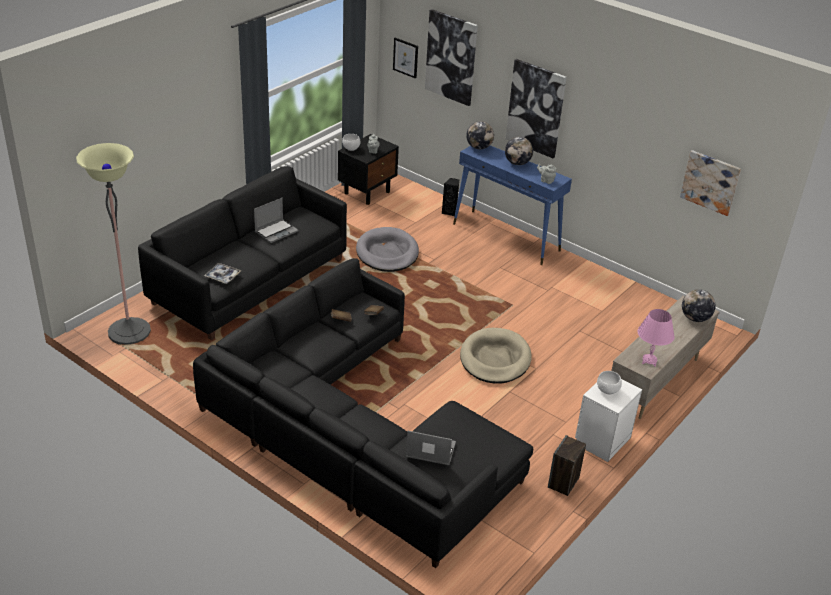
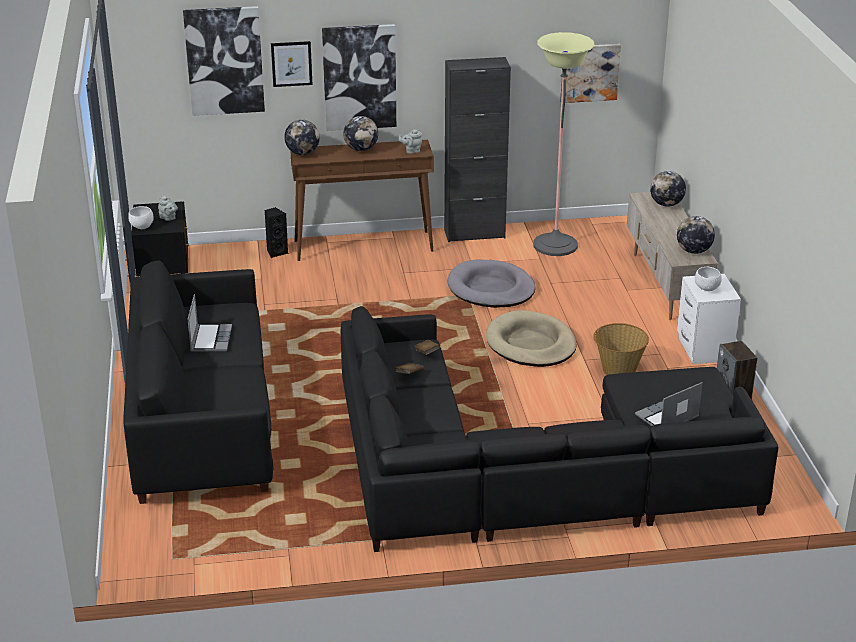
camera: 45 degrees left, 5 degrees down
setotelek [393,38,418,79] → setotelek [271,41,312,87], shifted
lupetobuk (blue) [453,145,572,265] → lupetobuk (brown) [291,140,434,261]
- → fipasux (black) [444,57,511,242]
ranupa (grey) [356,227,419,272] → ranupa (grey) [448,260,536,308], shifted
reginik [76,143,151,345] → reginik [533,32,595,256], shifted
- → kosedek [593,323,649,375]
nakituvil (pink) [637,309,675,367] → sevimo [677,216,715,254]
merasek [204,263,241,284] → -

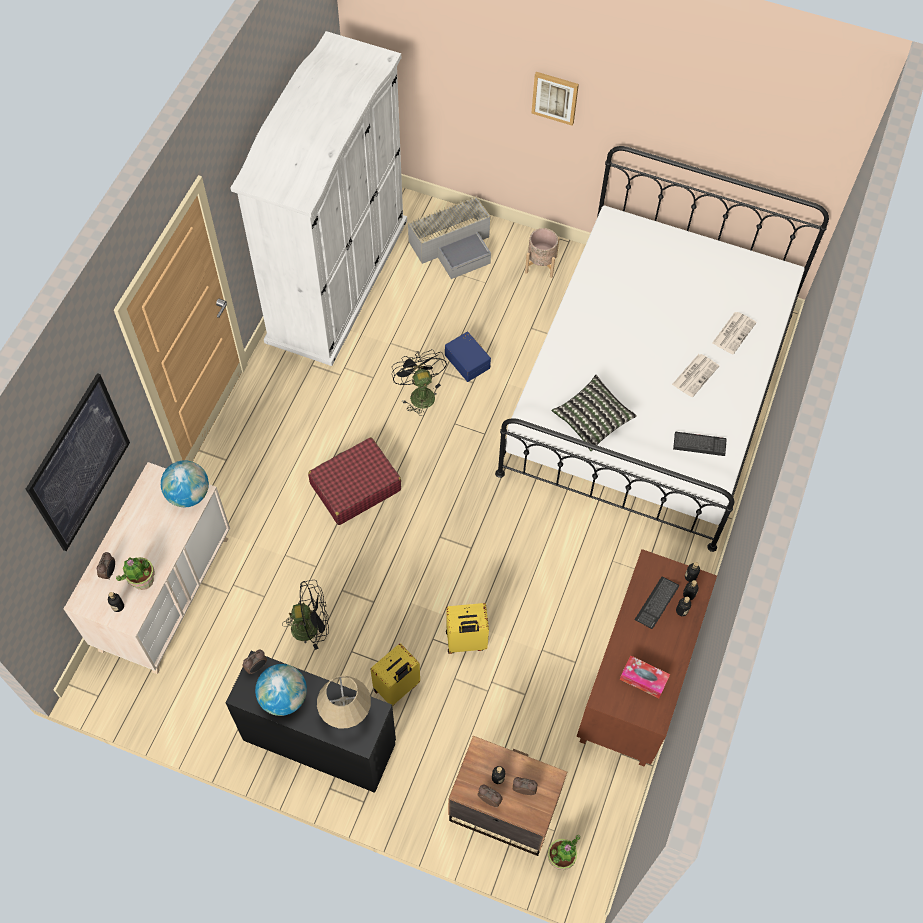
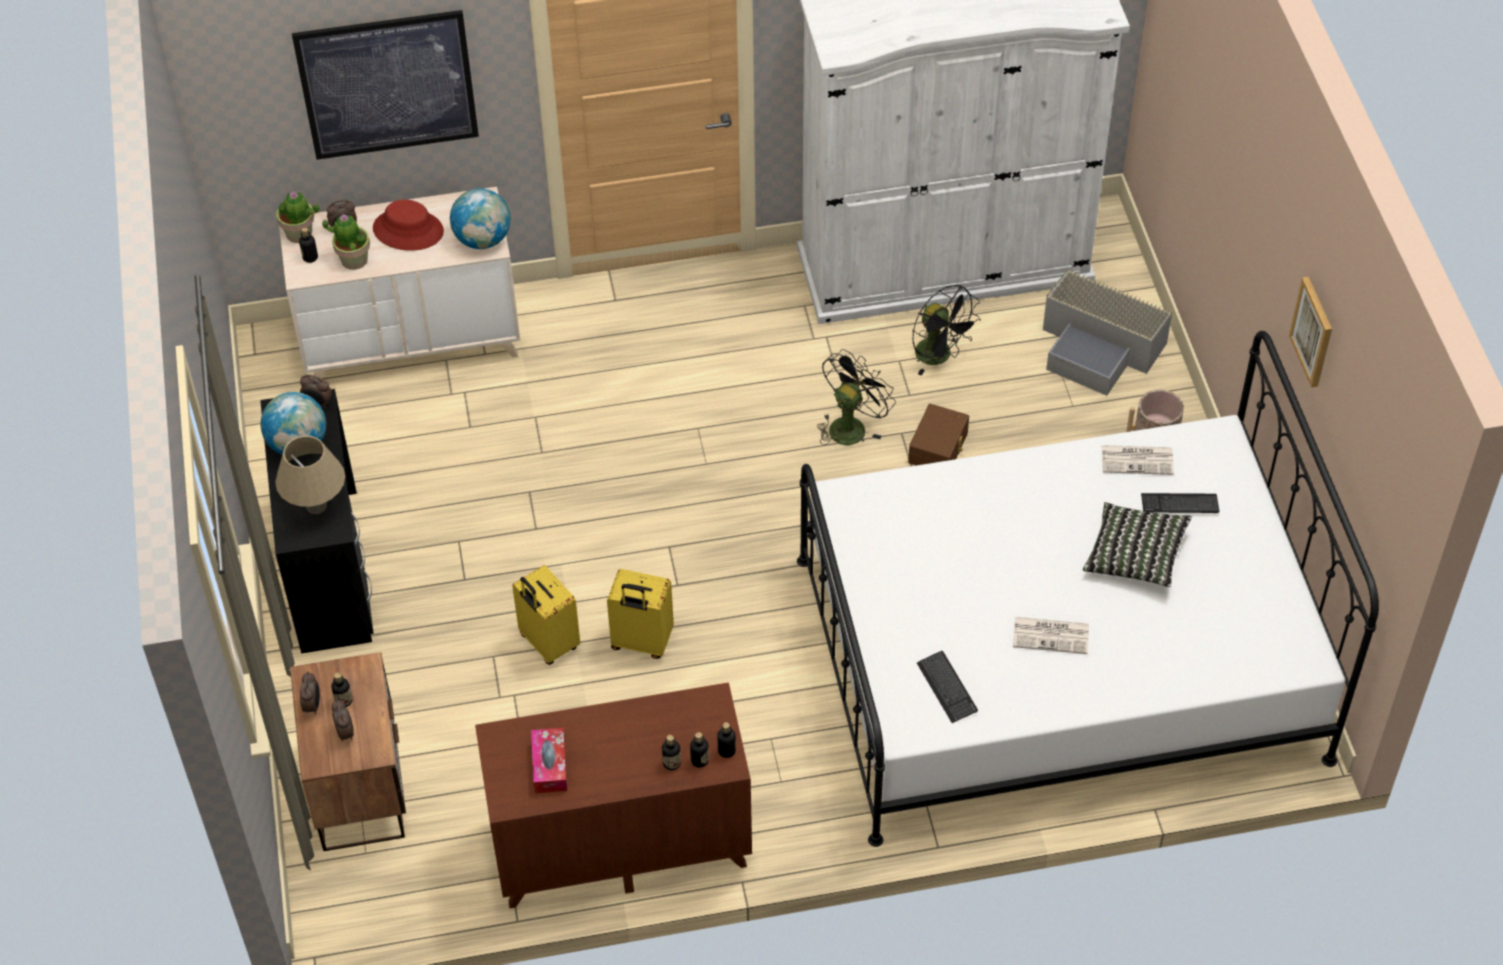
camera: 60 degrees right, 10 degrees down
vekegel [547,835,580,870] → vekegel [276,191,319,243], shifted
- → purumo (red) [373,199,444,251]
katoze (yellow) [370,643,420,707] → katoze (yellow) [607,569,674,659], shifted
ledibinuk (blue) [445,332,491,382] → ledibinuk (brown) [908,404,969,466]
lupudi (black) [282,580,329,650] → lupudi (black) [913,285,981,376], shifted
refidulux [551,375,637,451] → refidulux [1083,502,1192,587], shifted
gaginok [712,312,756,354] → gaginok [1102,445,1174,475], shifted
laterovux [634,577,679,629] → laterovux [1141,493,1219,514], shifted
setotelek [531,72,579,126] → setotelek [1289,277,1332,387], shifted
katoze (red) [308,437,401,525] → -

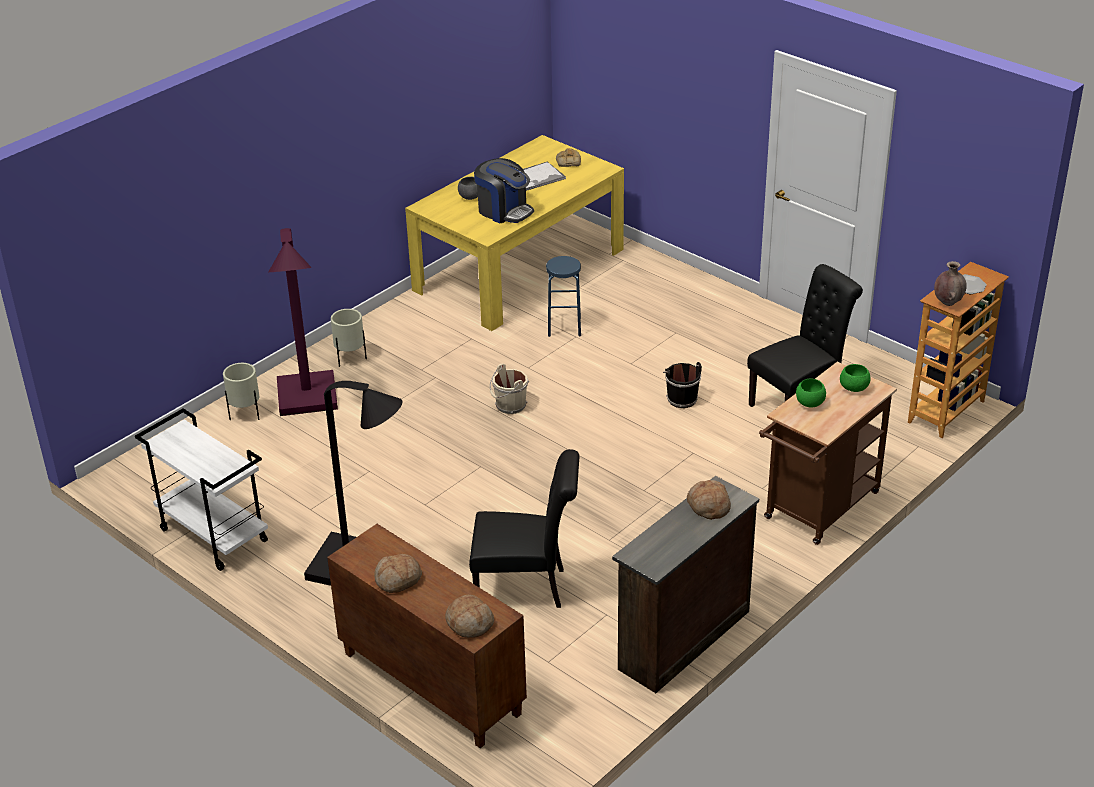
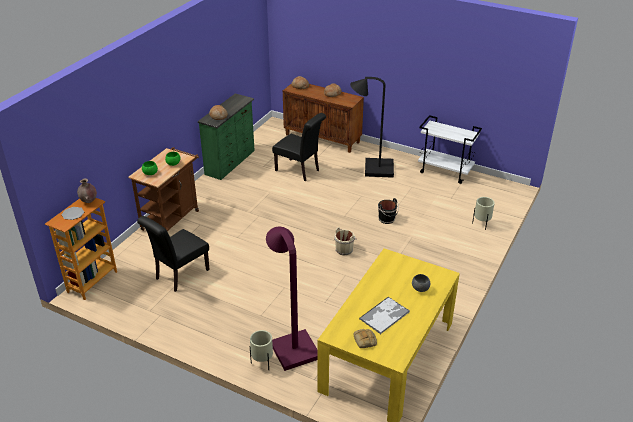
camera: 165 degrees right, 0 degrees up
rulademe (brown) [612,476,759,693] → rulademe (green) [198,93,255,180]
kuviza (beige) [331,309,367,367] → kuviza (beige) [250,330,273,370], shifted
reginik (purple) [268,228,338,416] → reginik (purple) [266,227,317,371], shifted
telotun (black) [469,449,579,608] → telotun (black) [272,113,326,182], 135 degrees counterclockwise
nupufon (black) [663,362,702,408] → nupufon (black) [378,198,399,224], shifted
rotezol [474,158,534,223] → -
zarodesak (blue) [546,256,581,337] → -

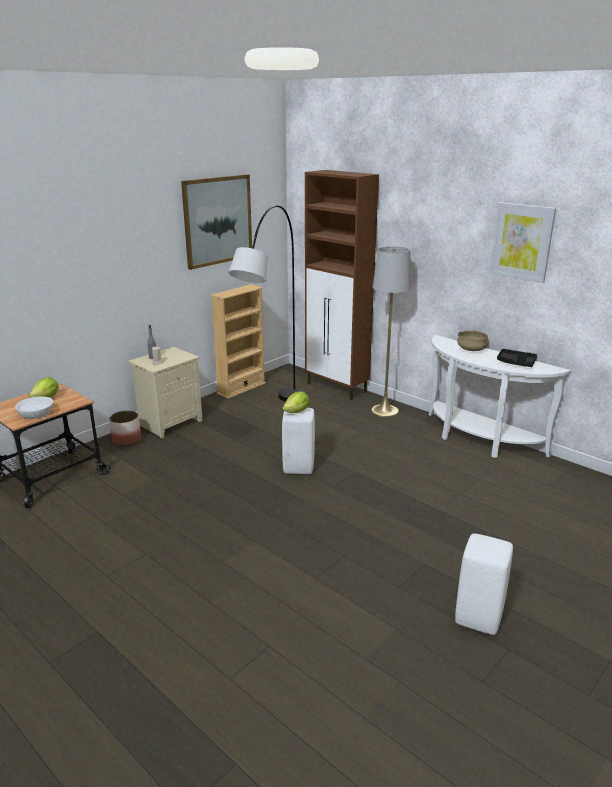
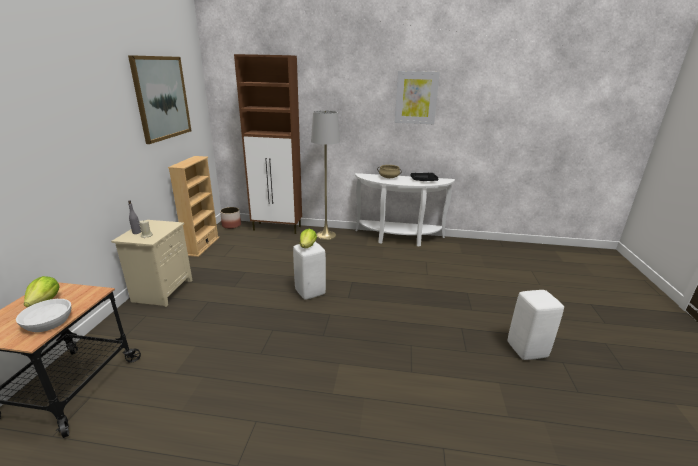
camera: 35 degrees left, 0 degrees up
kuviza [109,410,141,446] → kuviza [220,207,241,229], shifted
reginik (grey) [228,205,305,401] → -

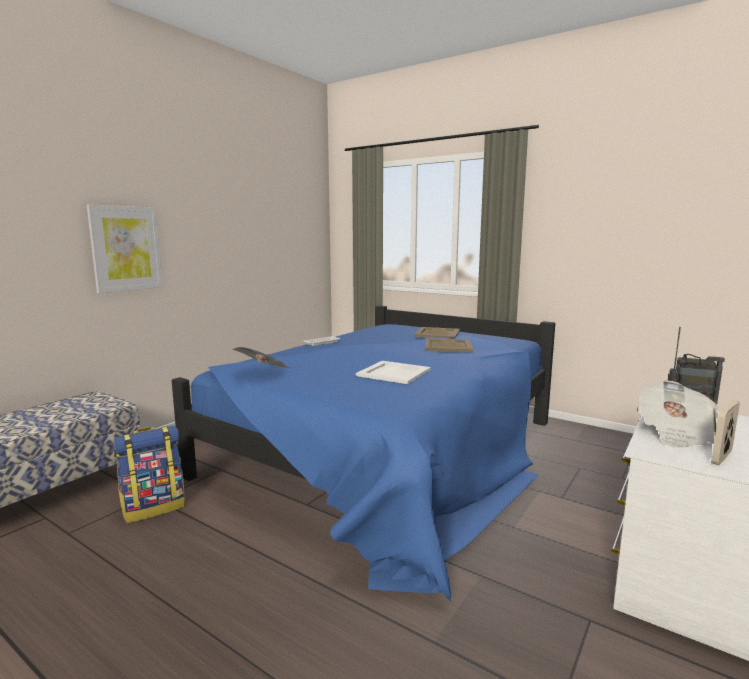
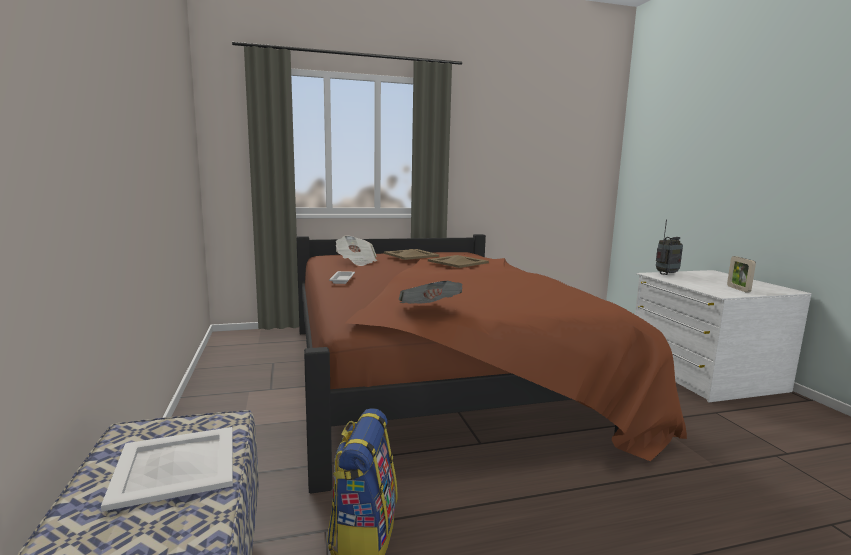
camera: 50 degrees left, 0 degrees up
merasek (white) [356,361,431,384] → merasek (white) [101,427,233,512], shifted
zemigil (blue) [172,305,555,602] → zemigil (brown) [296,234,687,494]
gaginok [636,380,718,448] → gaginok [336,235,377,266], shifted
setotelek [87,204,163,293] → -

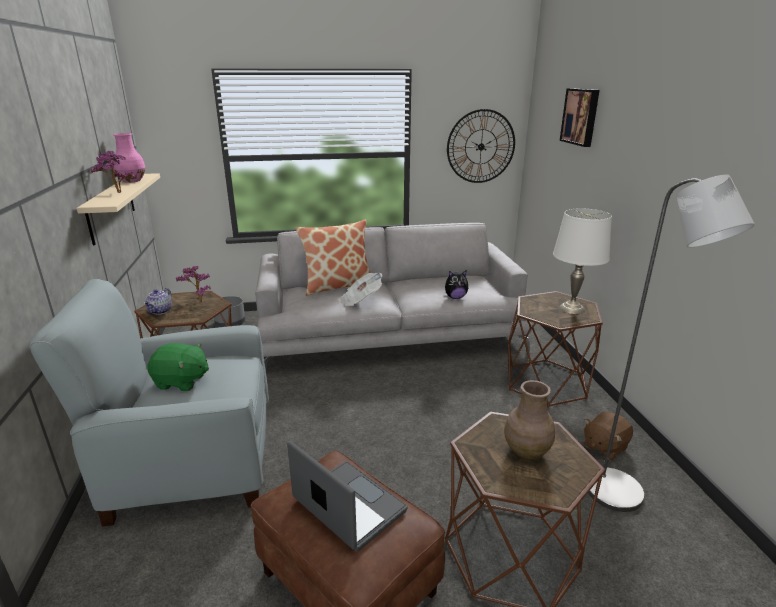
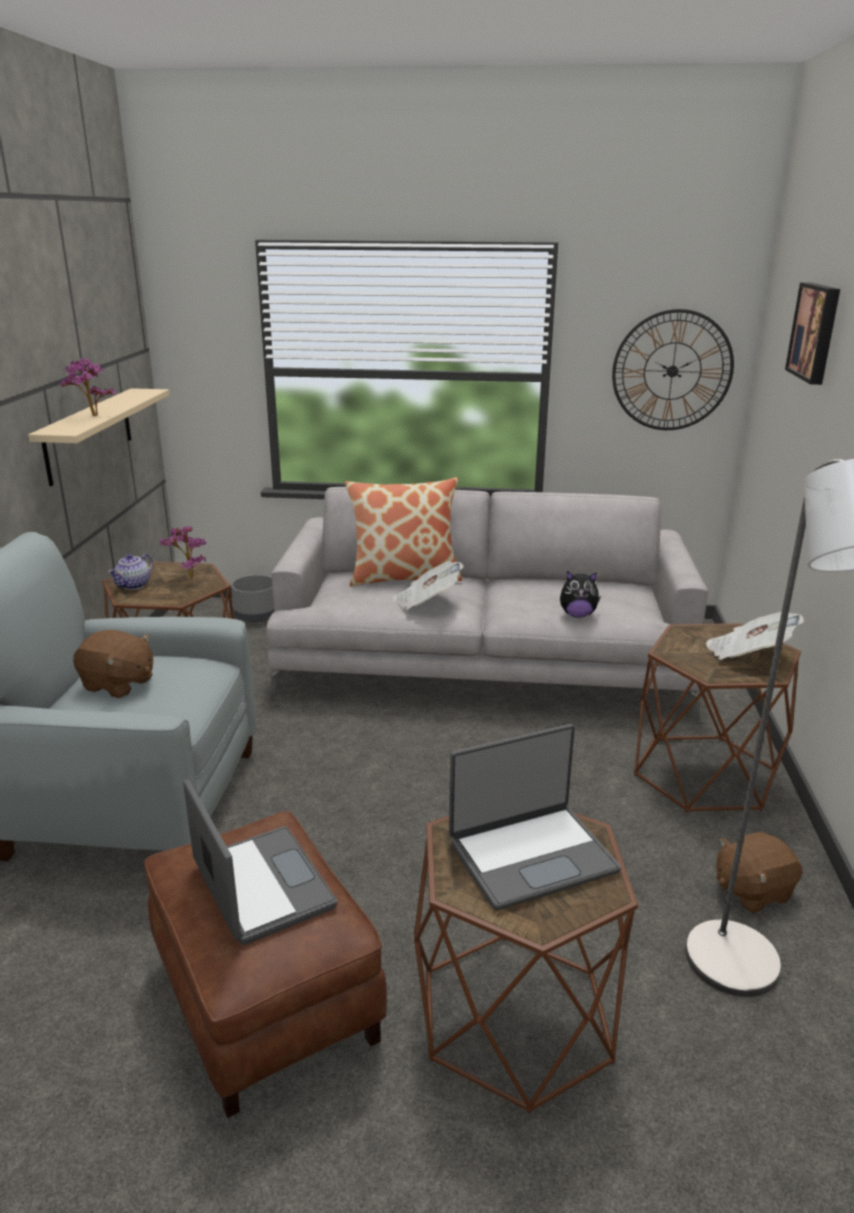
camera: 15 degrees right, 0 degrees up
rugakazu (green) [147,343,209,391] → rugakazu (brown) [73,630,153,698]
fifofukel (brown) [504,380,555,460] → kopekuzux [449,724,621,911]
nakituvil (white) [553,208,612,314] → gaginok [706,612,804,660]
fifofukel (pink) [113,133,145,183] → -

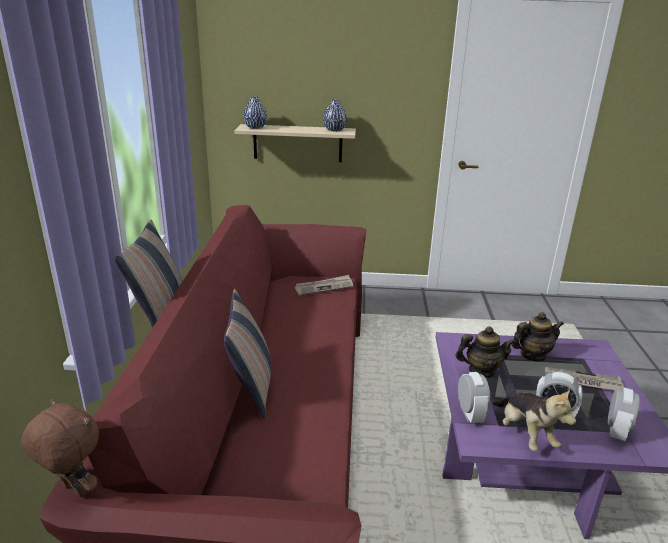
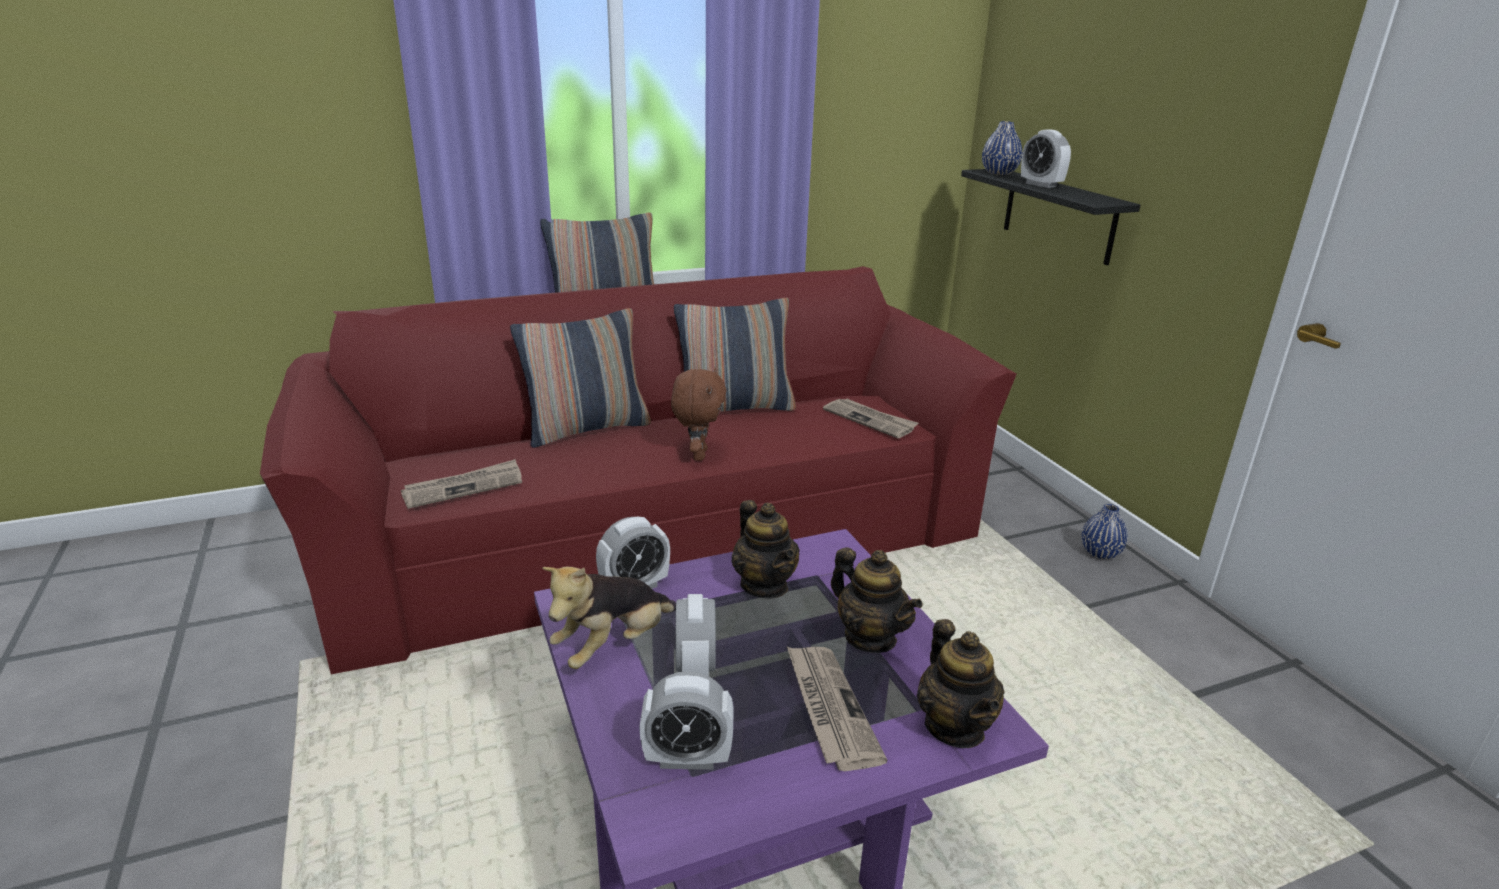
camera: 65 degrees right, 0 degrees up
- → gaginok [401,459,522,509]
rugakazu (brown) [21,399,99,497] → rugakazu (brown) [671,368,726,461], shifted
- → refidulux [674,298,796,412]
- → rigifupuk [917,619,1005,748]
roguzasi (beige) [234,124,356,162] → roguzasi (black) [961,169,1140,265]
- → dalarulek [1021,129,1071,188]
fifofukel (blue) [323,99,347,131] → fifofukel (blue) [1082,504,1128,559], shifted

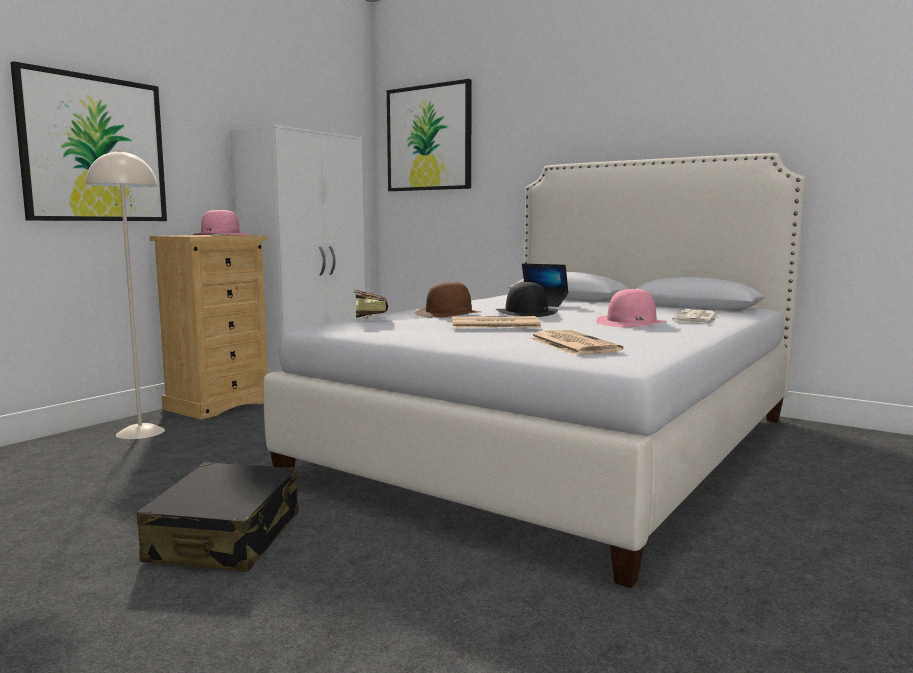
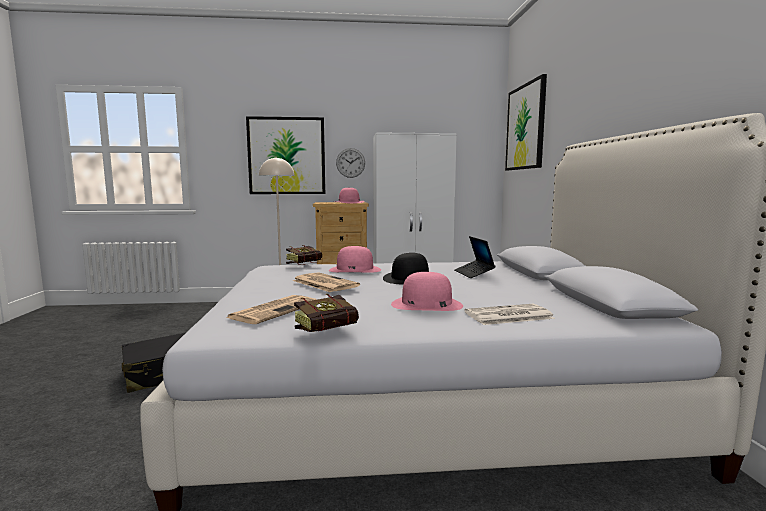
camera: 50 degrees right, 0 degrees up
- → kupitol [294,294,359,332]
purumo (brown) [416,282,480,318] → purumo (pink) [329,246,381,273]
- → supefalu [336,148,365,178]

